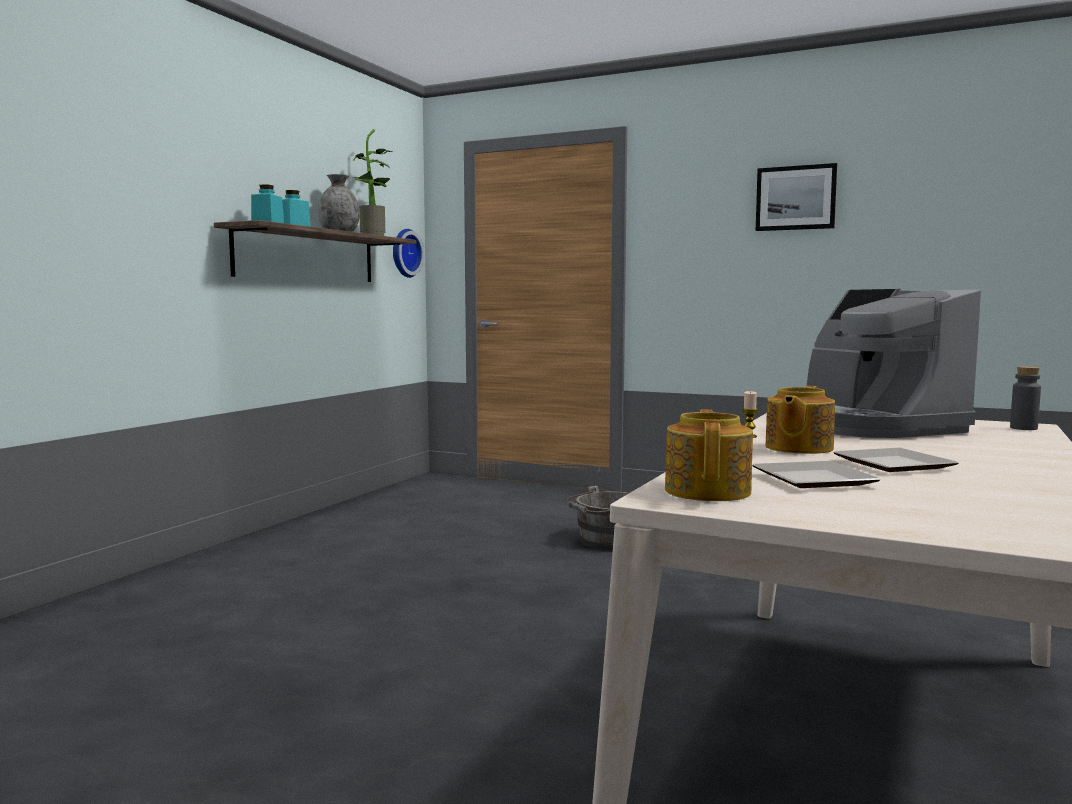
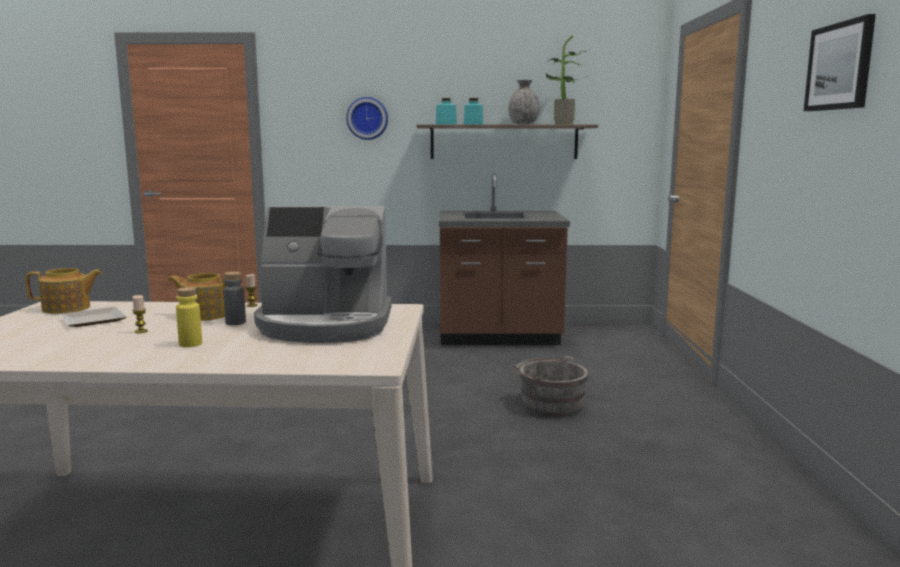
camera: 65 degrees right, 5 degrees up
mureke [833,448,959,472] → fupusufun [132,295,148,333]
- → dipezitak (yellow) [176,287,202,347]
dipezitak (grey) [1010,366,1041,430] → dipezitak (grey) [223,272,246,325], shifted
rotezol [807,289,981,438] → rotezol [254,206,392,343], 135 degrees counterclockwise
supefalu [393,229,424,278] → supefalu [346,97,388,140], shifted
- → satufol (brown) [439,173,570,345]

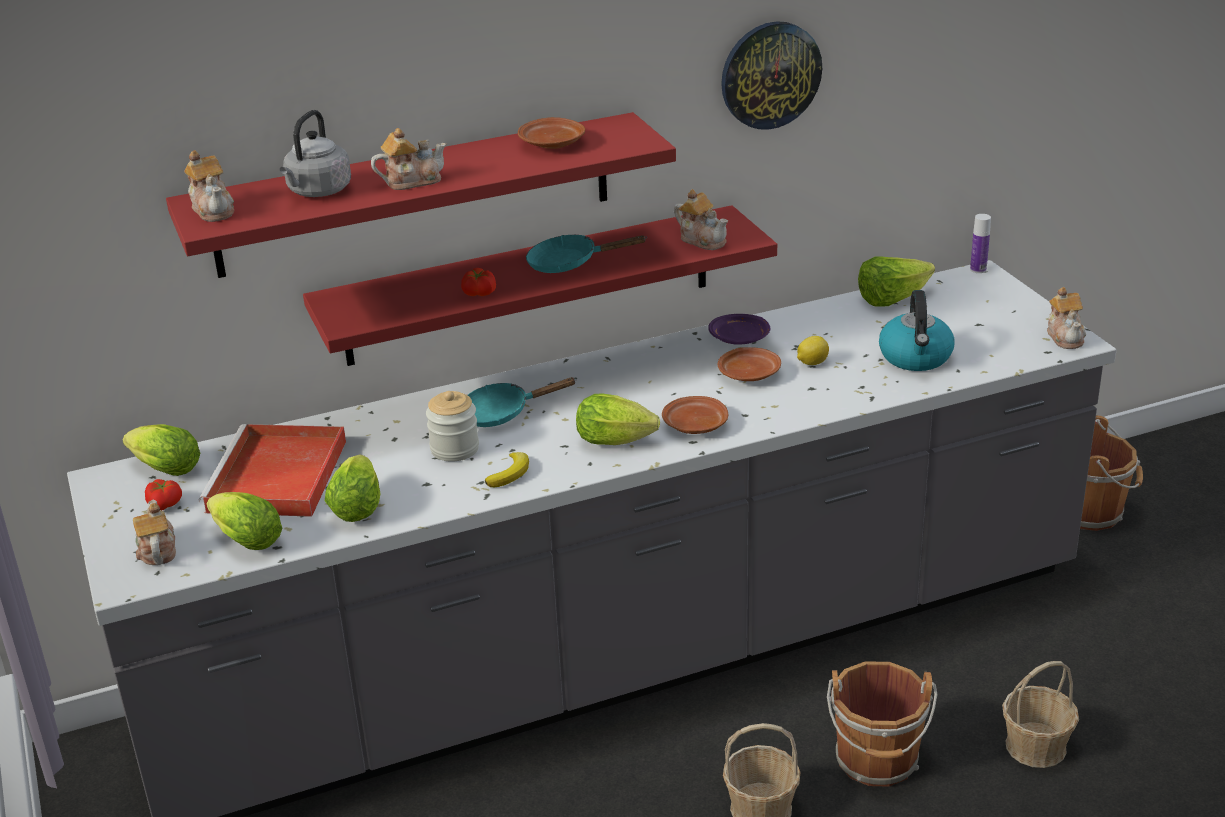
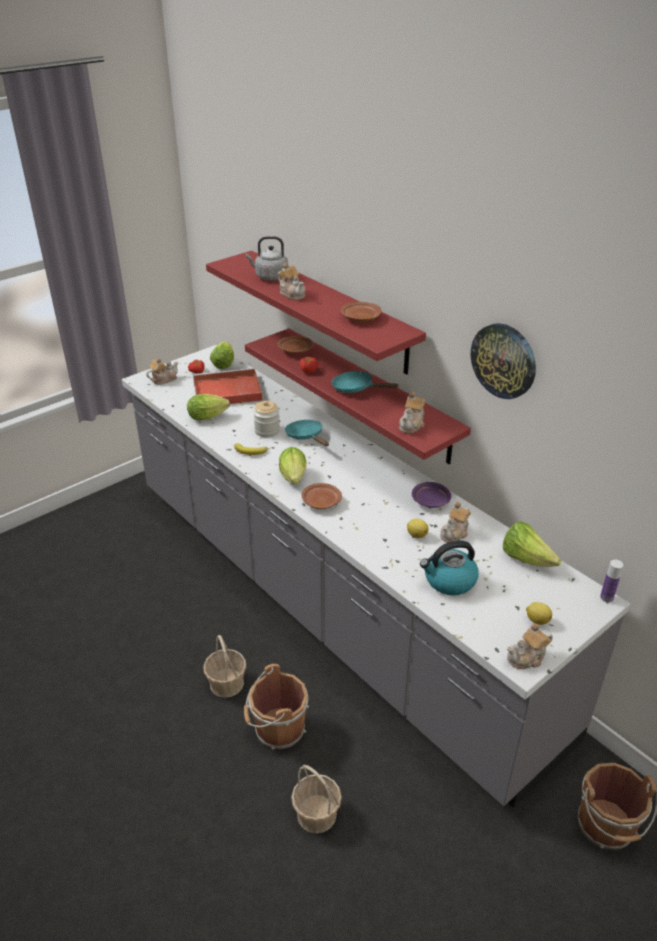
camera: 70 degrees right, 5 degrees up
mureke (brown) [717,347,781,381] → mureke (brown) [277,336,313,354], shifted
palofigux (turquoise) [526,235,647,273] → palofigux (turquoise) [332,371,398,393], 45 degrees counterclockwise
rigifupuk [184,150,234,222] → rigifupuk [440,502,471,543], shifted
- → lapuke [526,602,552,625]
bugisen [207,492,283,550] → -

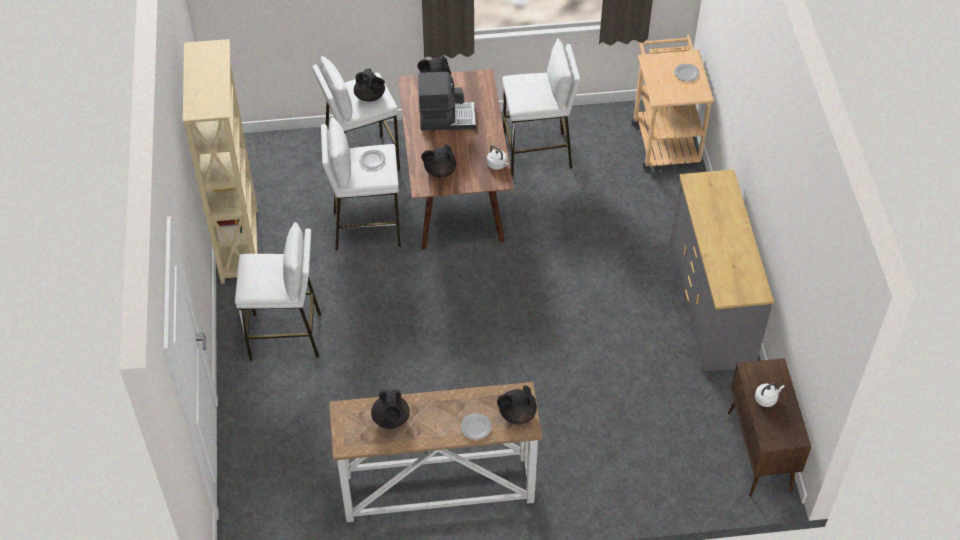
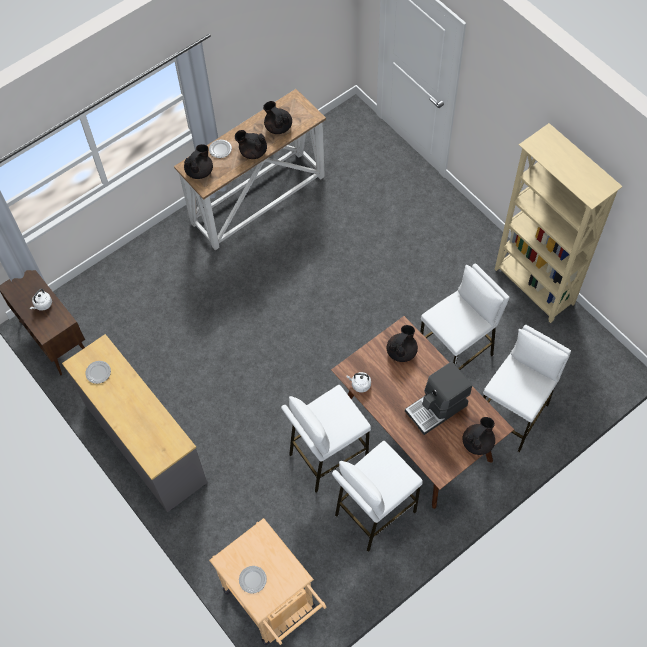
camera: 150 degrees right, 10 degrees up
mureke [359,149,385,169] → mureke [86,361,111,384], shifted
rigifupuk (black) [354,69,385,102] → rigifupuk (black) [235,130,267,159], shifted
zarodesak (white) [235,222,321,361] → zarodesak (white) [281,385,371,493], shifted

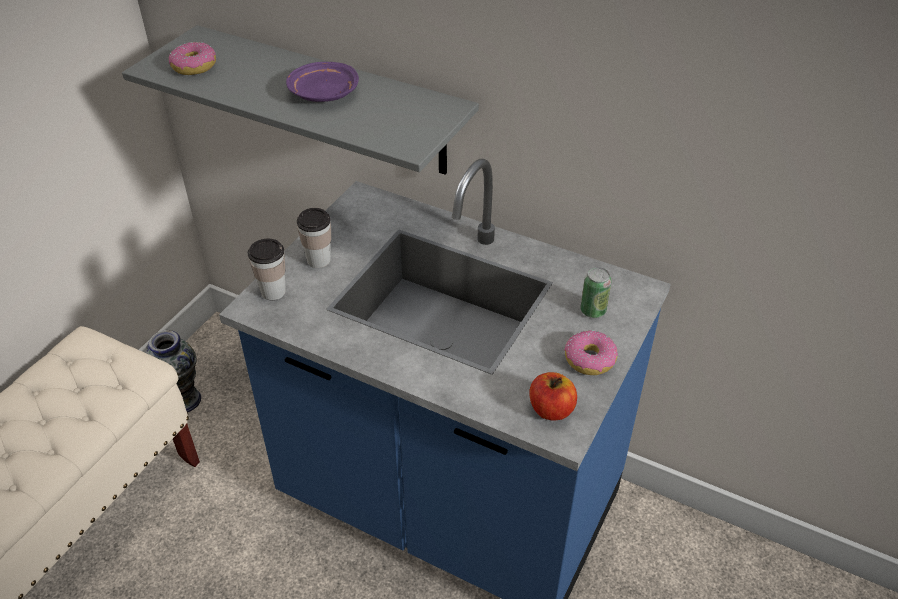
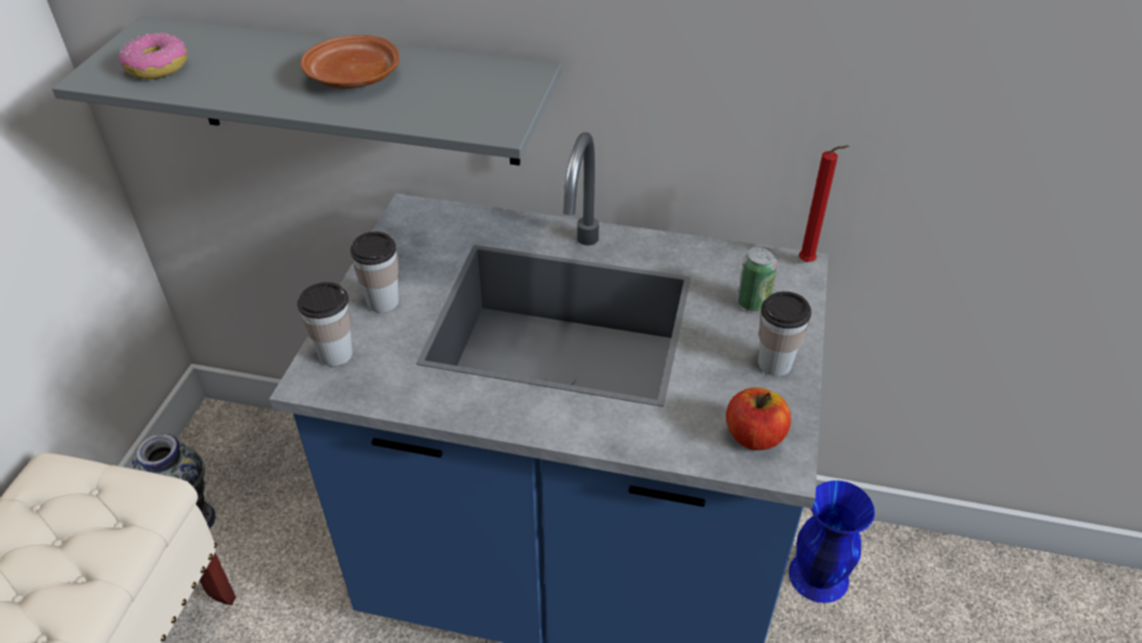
camera: 15 degrees left, 0 degrees up
mureke (purple) [286,62,359,102] → mureke (brown) [301,35,400,89]
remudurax [564,331,618,375] → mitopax [758,291,812,376]
- → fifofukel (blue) [789,480,875,603]
- → fupusufun (red) [799,145,849,262]

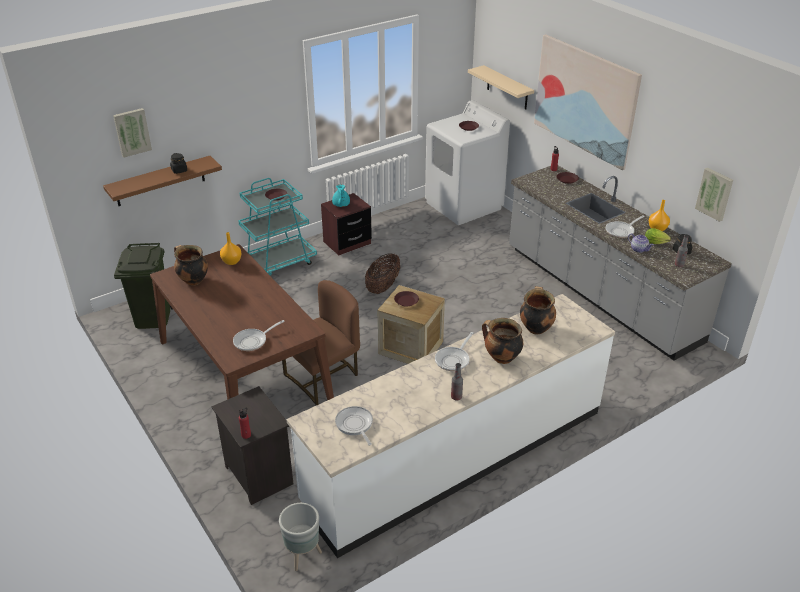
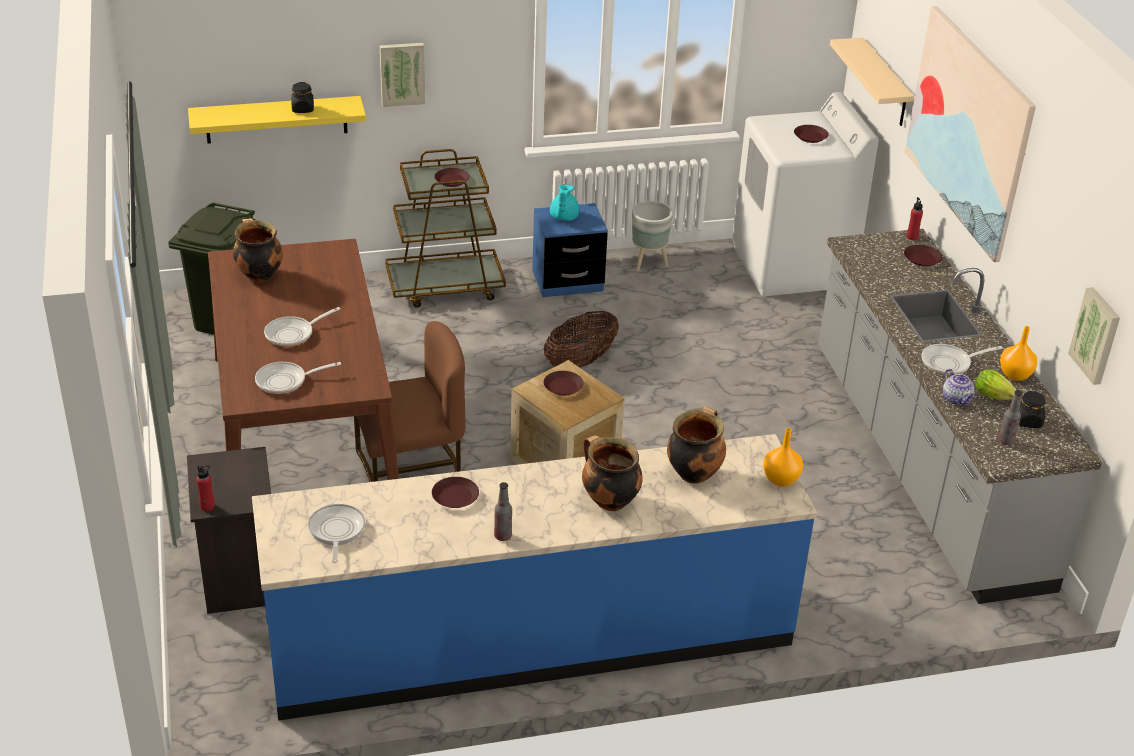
camera: 20 degrees right, 0 degrees up
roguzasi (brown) [103,156,222,206] → roguzasi (yellow) [188,96,366,144]
satufol (white) [287,294,615,558] → satufol (blue) [252,434,817,721]
palofigux [435,332,474,371] → palofigux [264,307,341,347], shifted
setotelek [113,108,152,158] → setotelek [380,43,425,107], shifted
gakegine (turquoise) [238,178,317,275] → gakegine (brown) [385,149,506,308]
- → mureke (brown) [432,477,479,508]
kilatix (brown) [321,193,372,255] → kilatix (blue) [532,203,608,297]
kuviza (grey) [279,503,322,571] → kuviza (grey) [632,201,673,272], shifted
fifofukel (orange) [220,232,241,265] → fifofukel (orange) [763,428,803,487], shifted

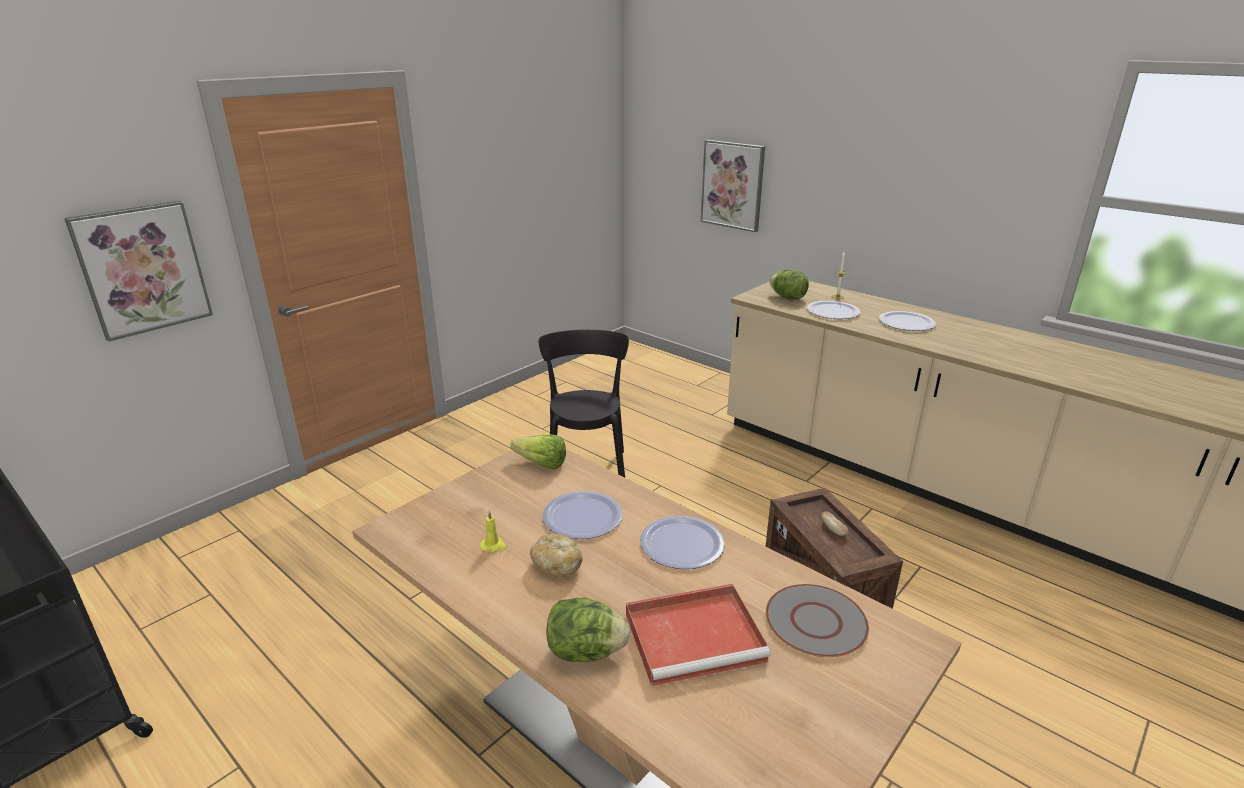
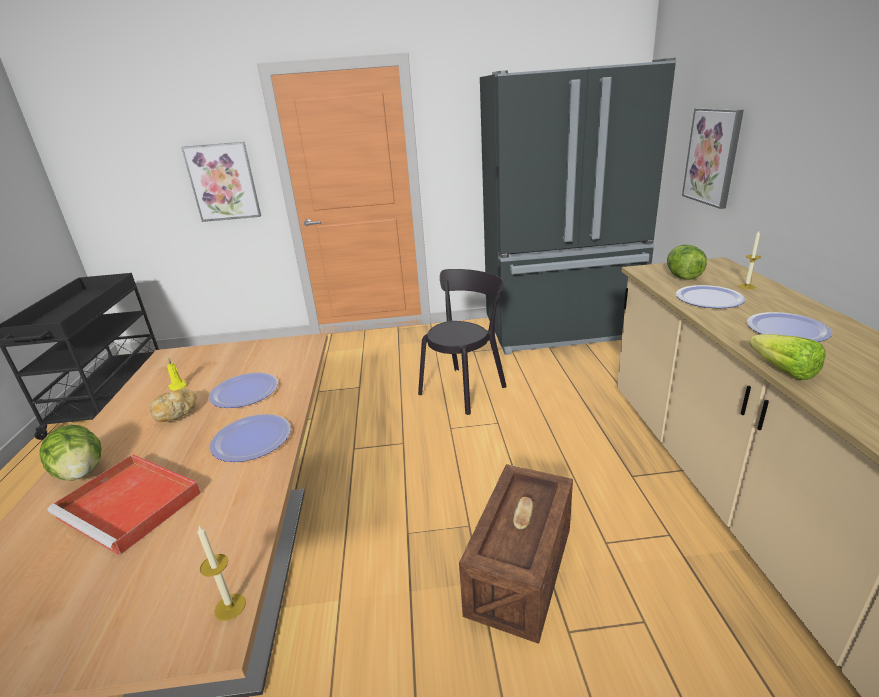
camera: 45 degrees right, 0 degrees up
- → fupusufun [198,526,246,621]
- → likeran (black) [480,58,677,355]
bugisen [510,434,566,469] → bugisen [750,334,826,380], shifted
mureke (grey) [766,584,869,657] → -

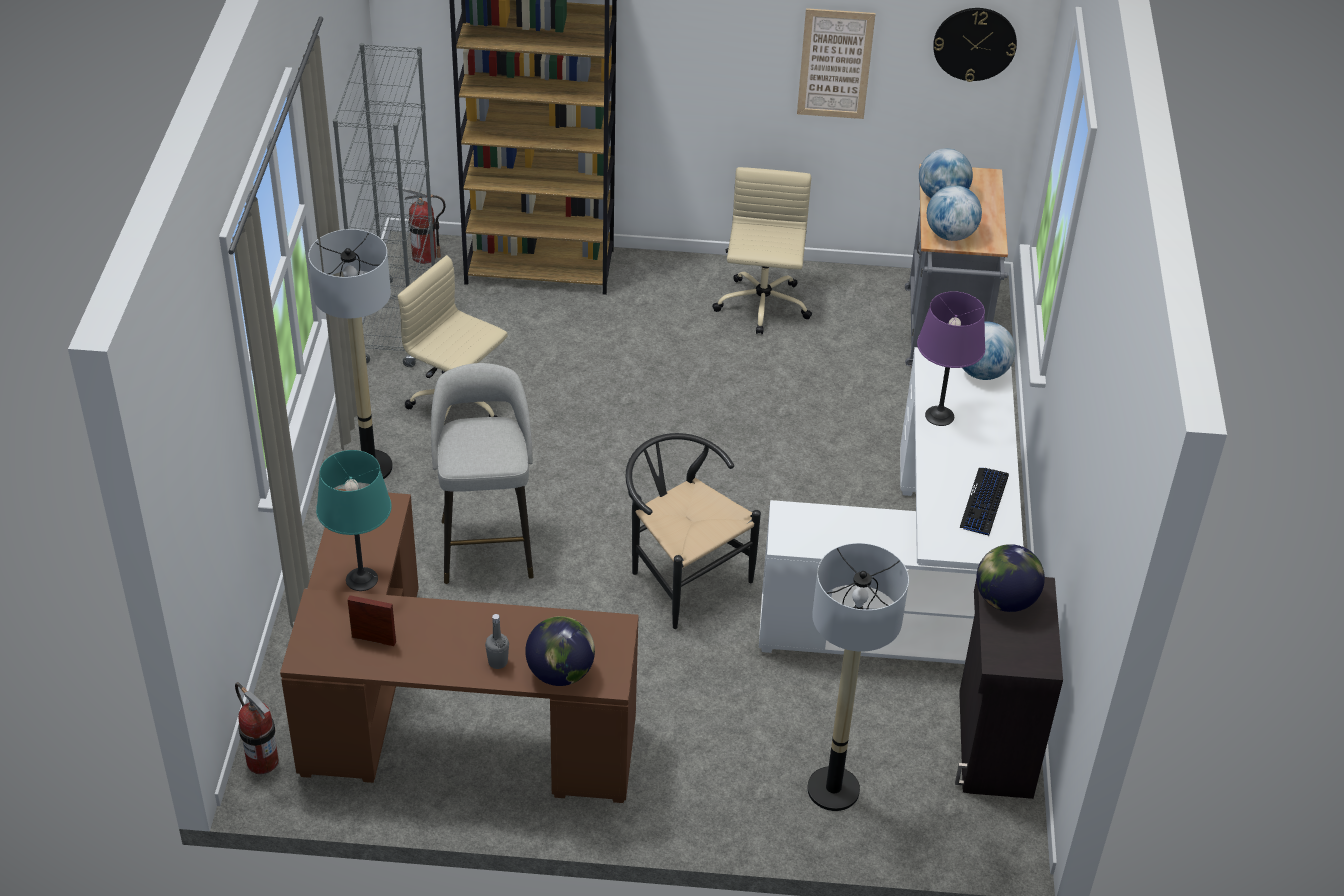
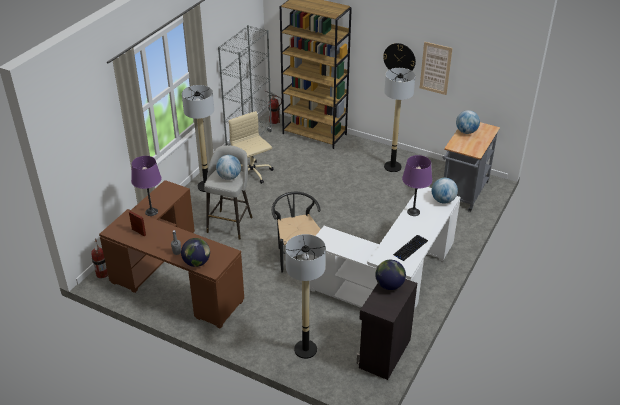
camera: 25 degrees right, 5 degrees down
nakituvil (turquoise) [316,450,392,591] → nakituvil (purple) [131,156,162,216]
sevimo [927,185,982,241] → sevimo [216,155,241,180], shifted
supefalu [933,8,1017,82] → supefalu [383,43,416,70], shifted
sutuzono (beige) [712,167,812,334] → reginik [384,68,416,172]

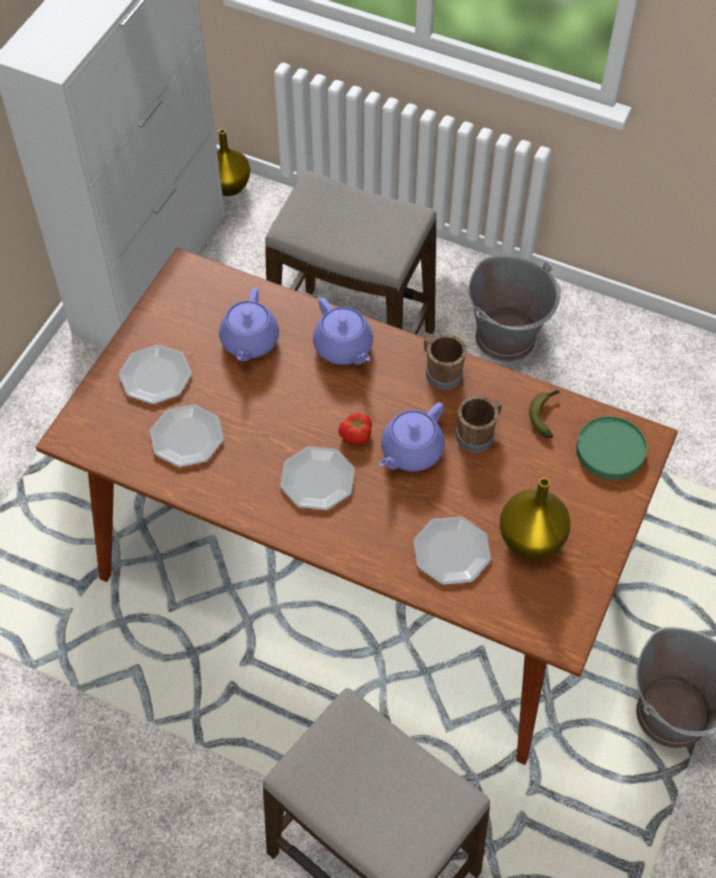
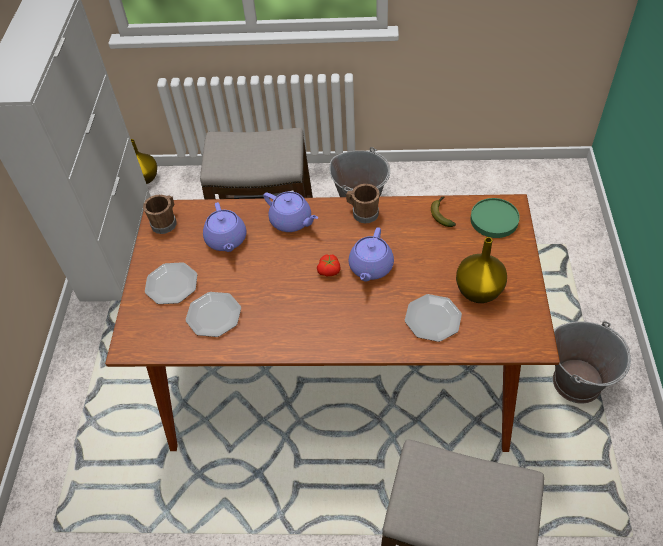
camera: 20 degrees left, 5 degrees down
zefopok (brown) [456,396,502,452] → zefopok (brown) [143,194,177,234], shifted
mureke [280,446,355,510] → -

